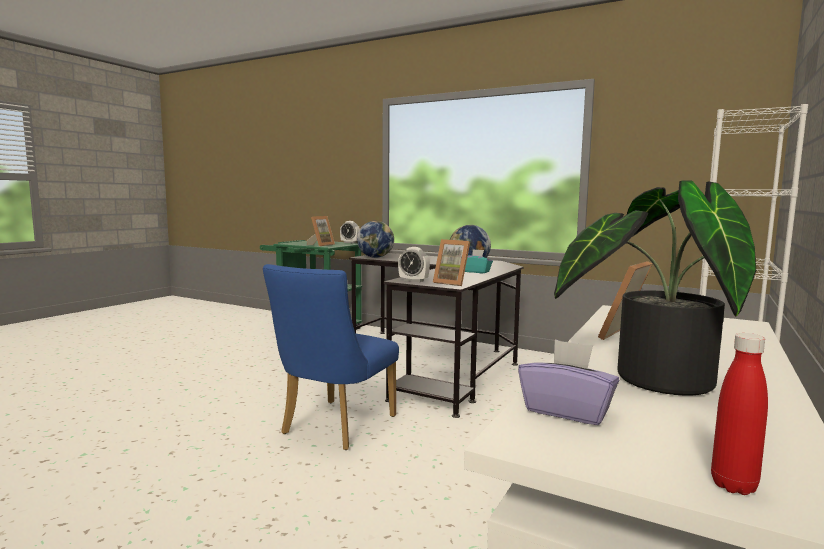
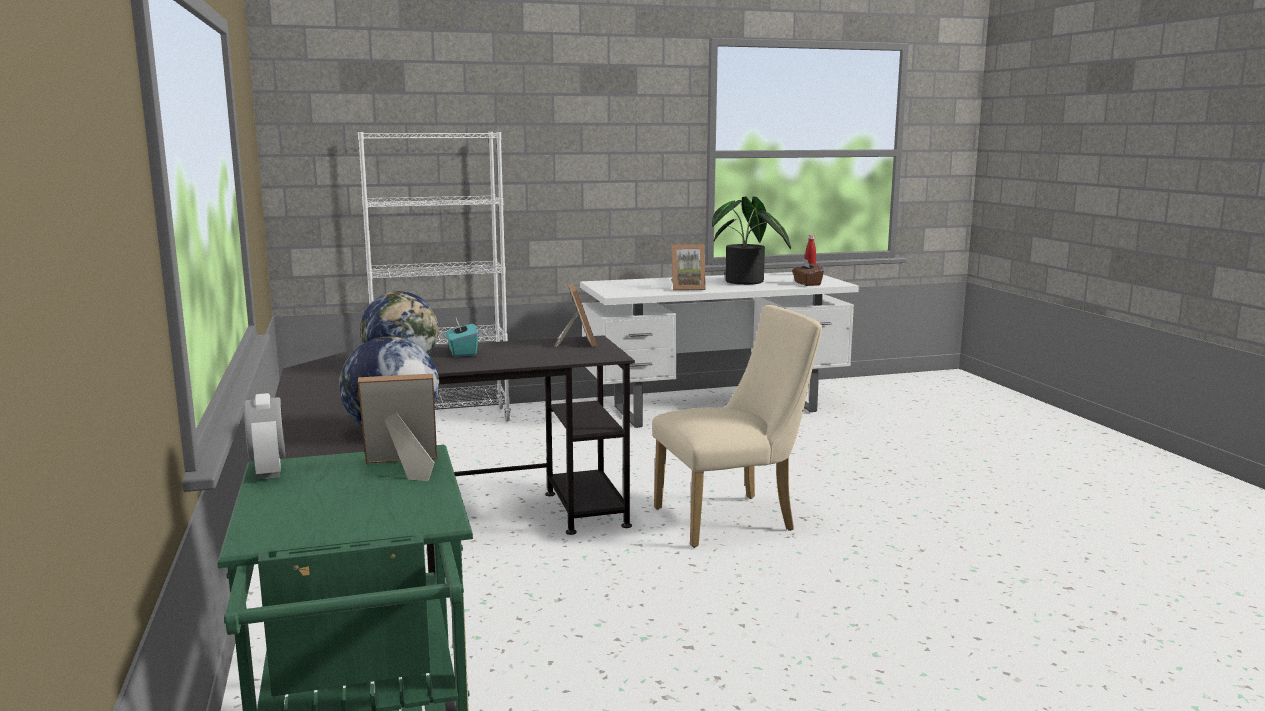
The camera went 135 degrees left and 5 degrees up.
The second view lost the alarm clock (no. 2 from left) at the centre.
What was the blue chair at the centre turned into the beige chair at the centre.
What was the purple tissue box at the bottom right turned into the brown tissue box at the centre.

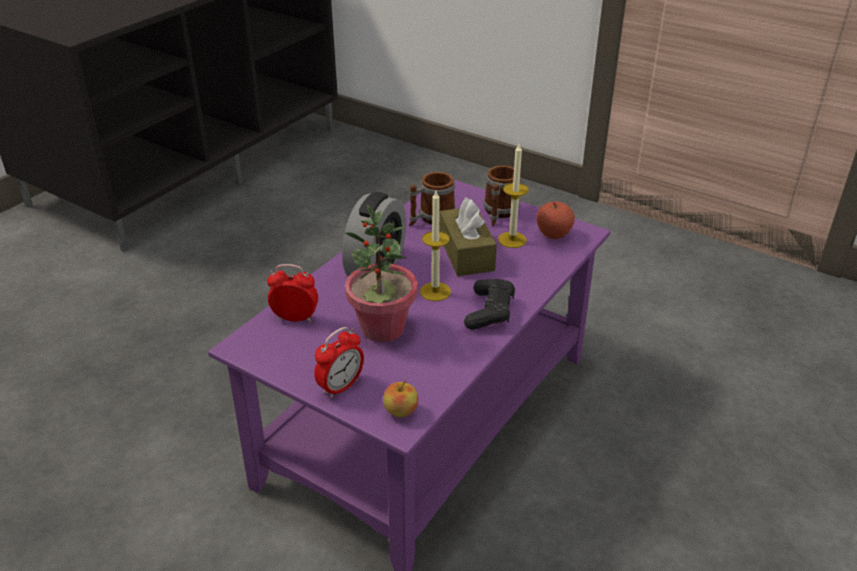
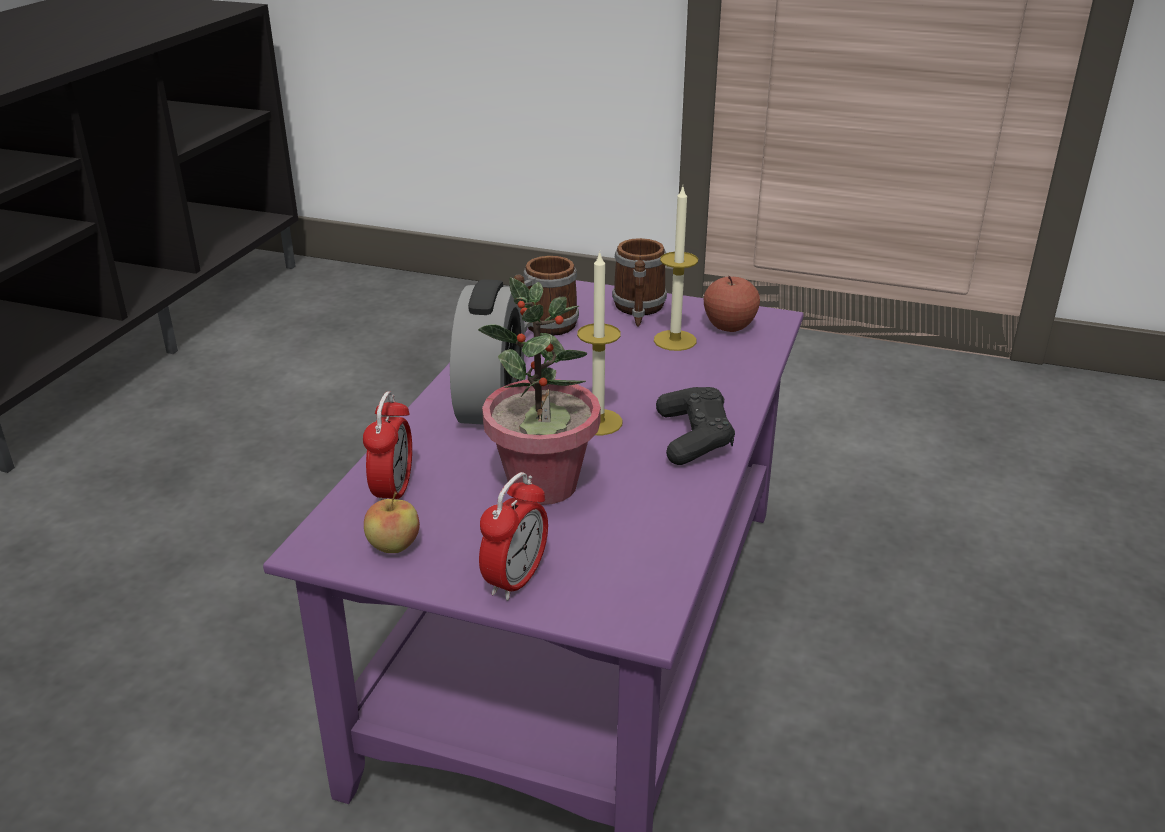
The camera went 15 degrees left and 5 degrees down.
The second view lost the brown tissue box at the centre.
The alarm clock (no. 1 from left) at the centre ended up facing another way, 105 degrees clockwise from before.
The apple (no. 1 from left) ended up elsewhere, having gone from the bottom centre to the centre.

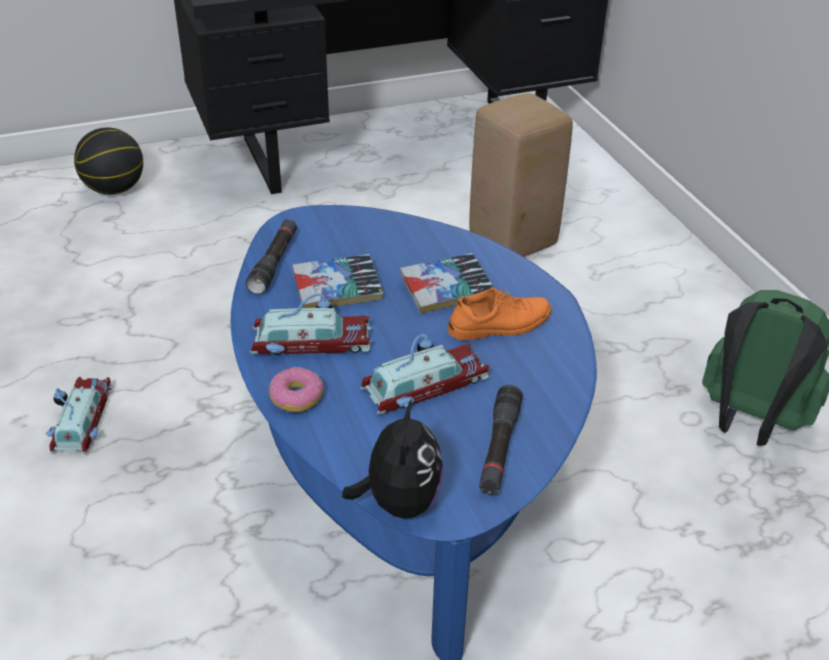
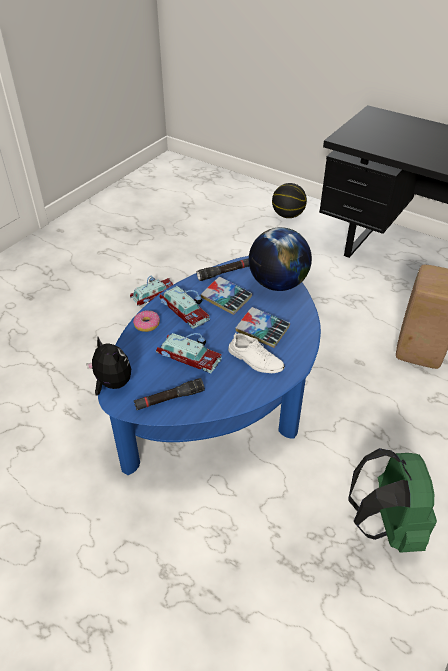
The camera went 55 degrees right and 5 degrees up.
What was the orange shoe at the centre turned into the white shoe at the centre.
The plush toy at the bottom centre ended up facing another way, 105 degrees counterclockwise from before.
The second view gained the globe at the centre.

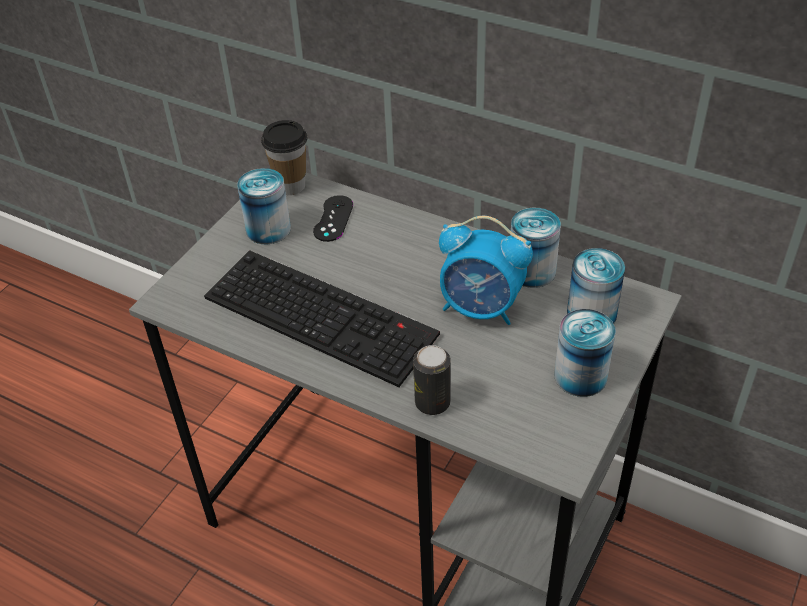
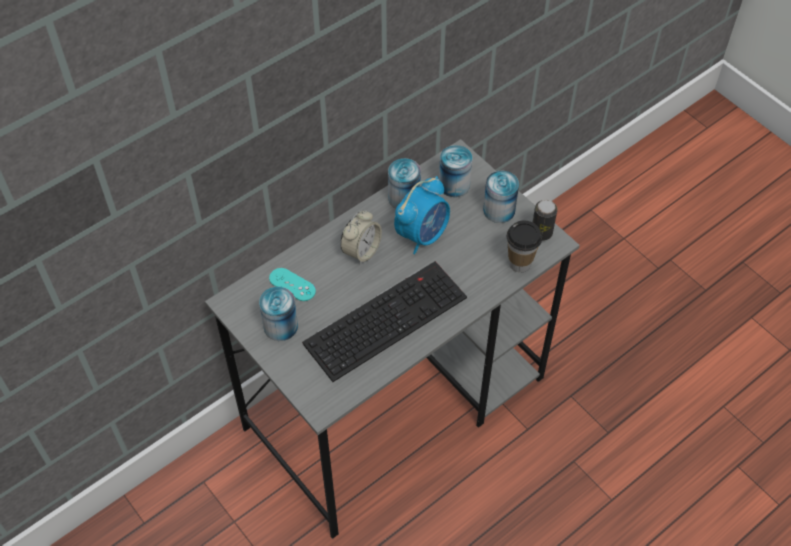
The camera went 70 degrees left and 10 degrees up.
The cup ended up elsewhere, having gone from the top centre to the centre.
What was the black game controller at the centre turned into the turquoise game controller at the centre.
The can (no. 2 from left in the first image) ended up elsewhere, having gone from the centre to the middle right.
The second view gained the alarm clock (no. 1 from left) at the centre.

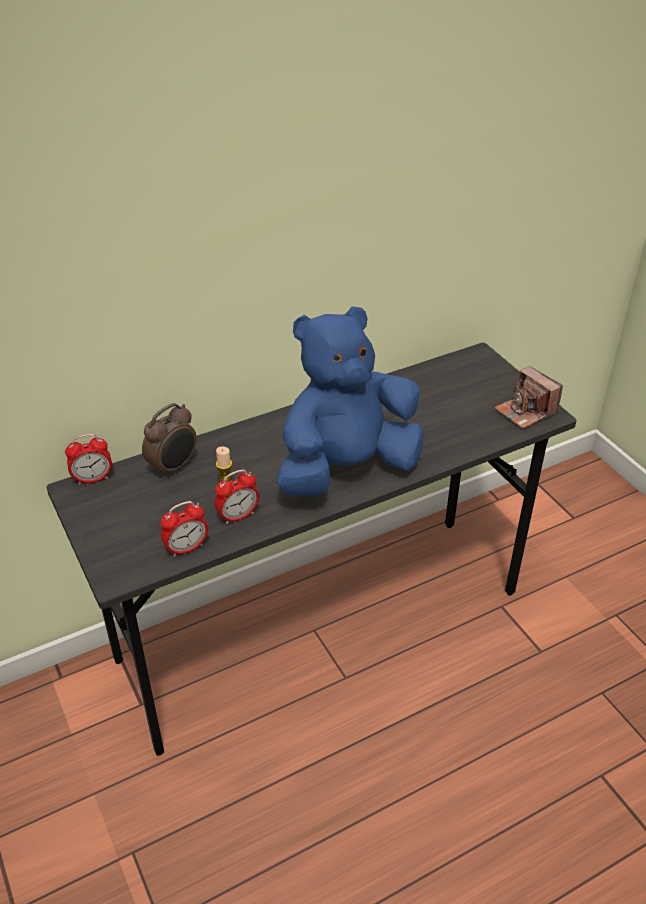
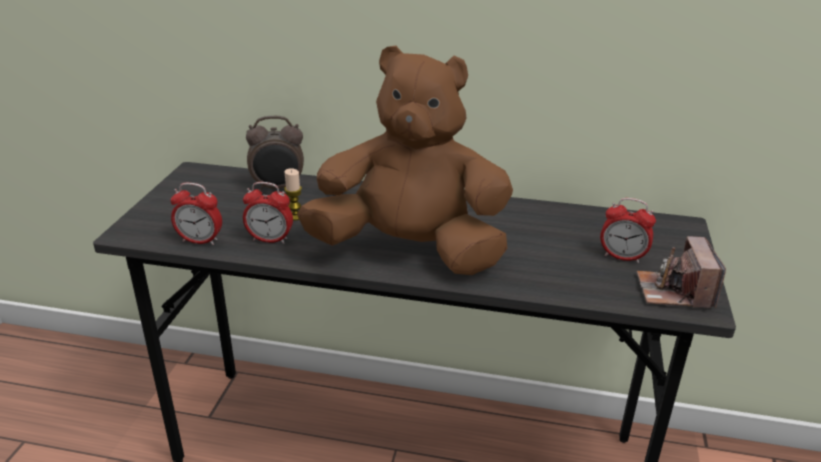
The camera went 40 degrees right and 10 degrees down.
What was the blue plush toy at the centre turned into the brown plush toy at the centre.
The alarm clock (no. 1 from left in the first image) ended up elsewhere, having gone from the middle left to the middle right.

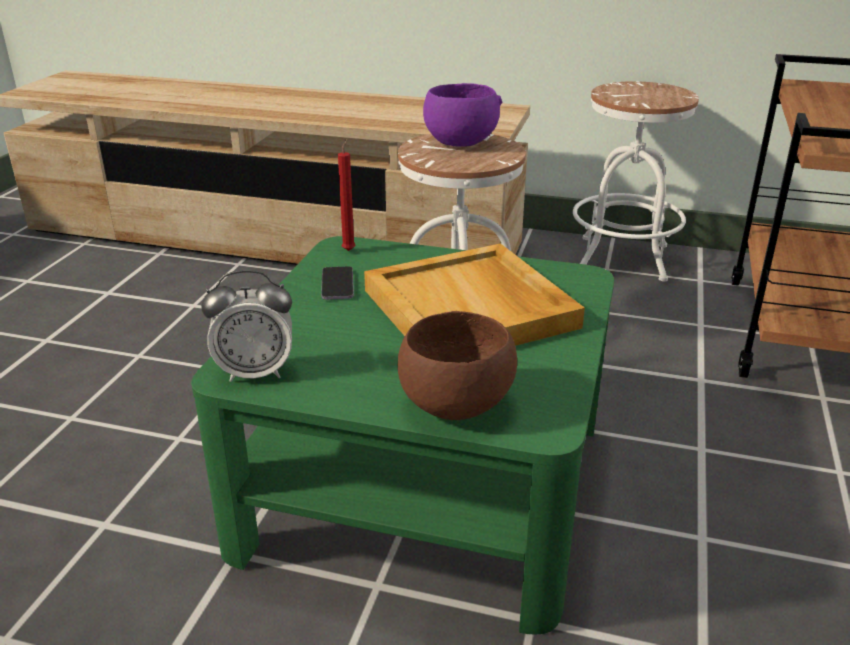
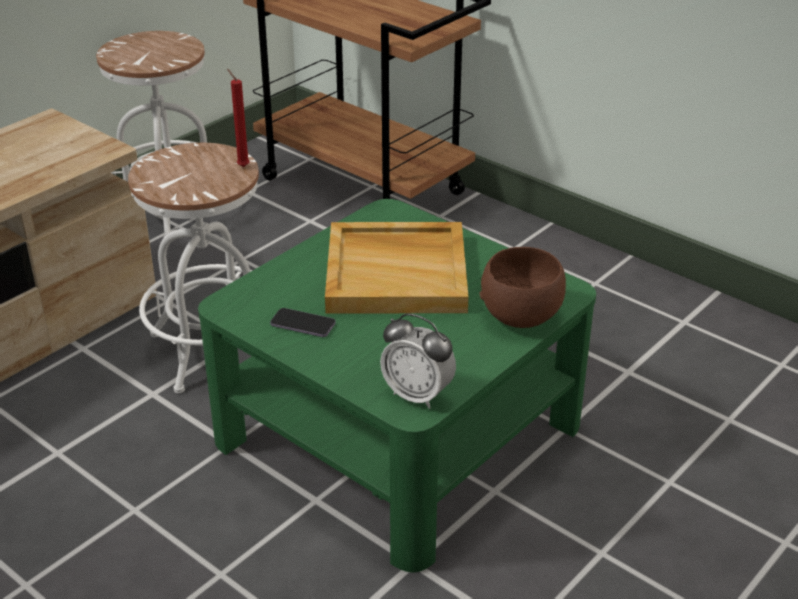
The camera went 65 degrees left and 5 degrees up.
The second view lost the purple bowl at the top centre.
The red candle ended up elsewhere, having gone from the top centre to the top left.
The alarm clock at the middle left ended up facing another way, 105 degrees clockwise from before.

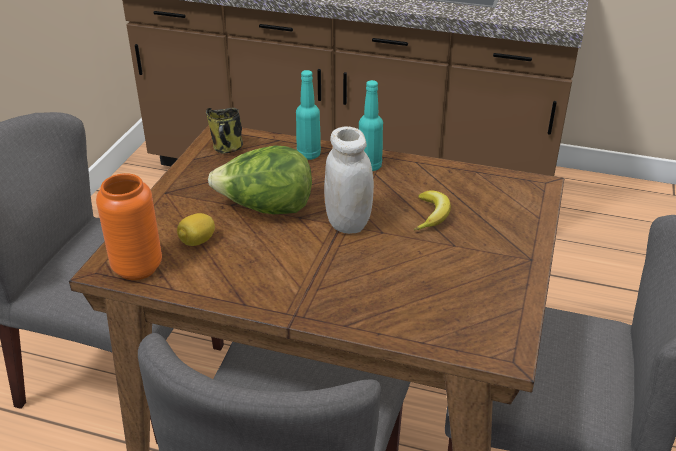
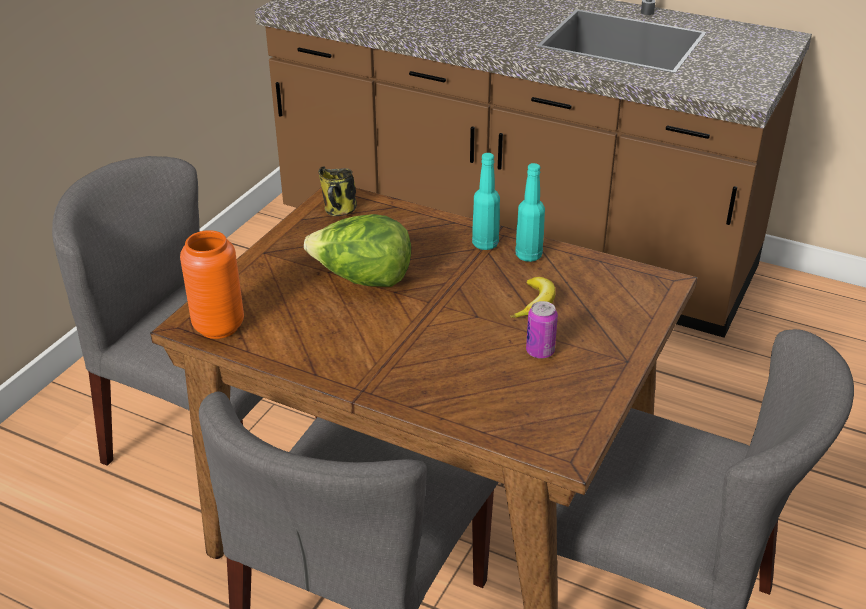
The camera went 10 degrees right and 0 degrees up.
The turquoise bottle (no. 1 from left in the first image) ended up elsewhere, having gone from the top centre to the centre.
The second view lost the white jar at the centre.
The second view lost the lemon at the middle left.
The second view gained the can at the centre.

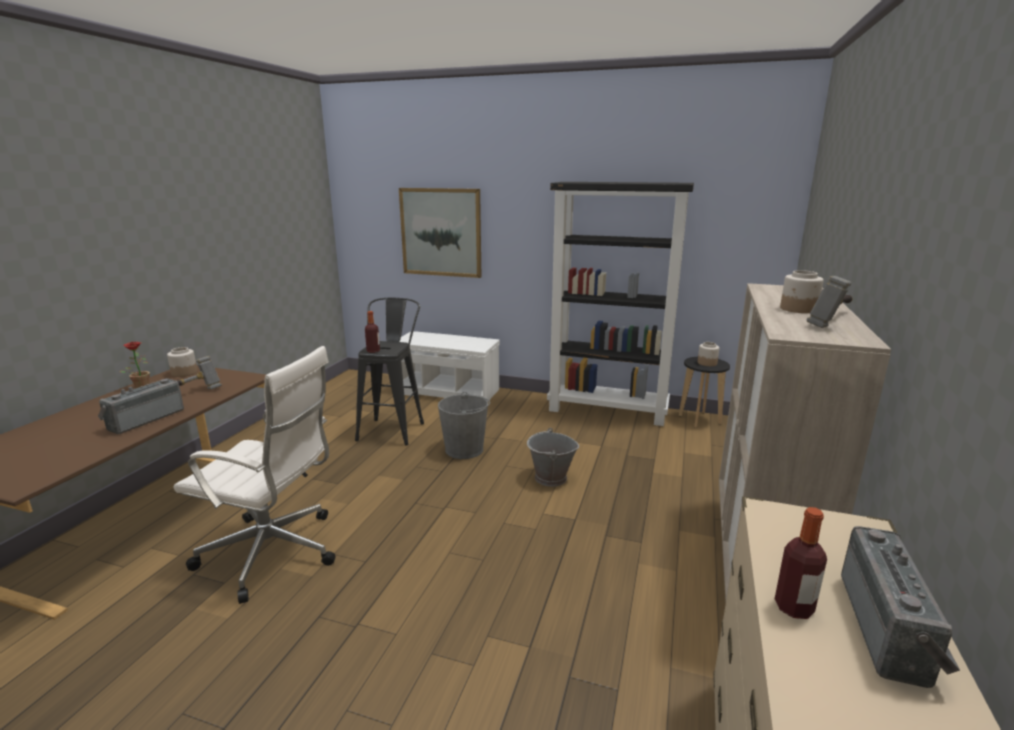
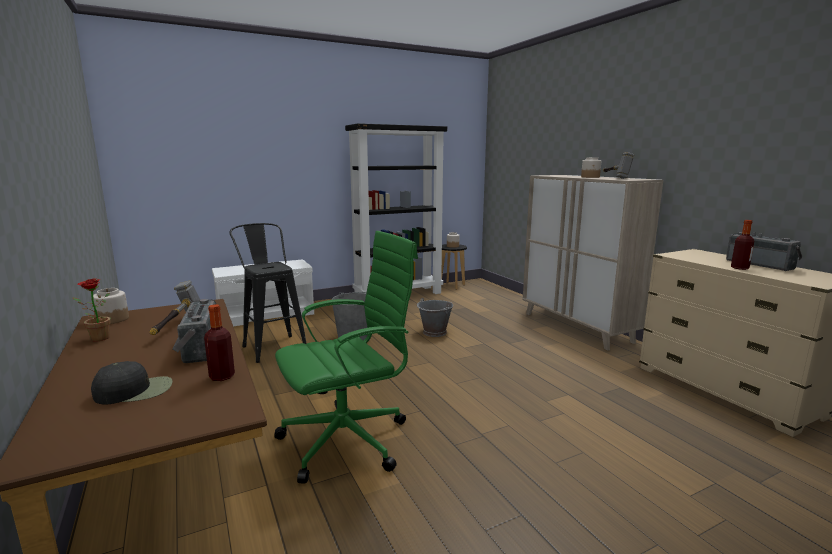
The camera went 45 degrees left and 5 degrees down.
The second view lost the picture at the top centre.
The bottle (no. 1 from left) ended up elsewhere, having gone from the centre to the middle left.
What was the white office chair at the middle left turned into the green office chair at the centre.
The second view gained the black cap at the bottom left.

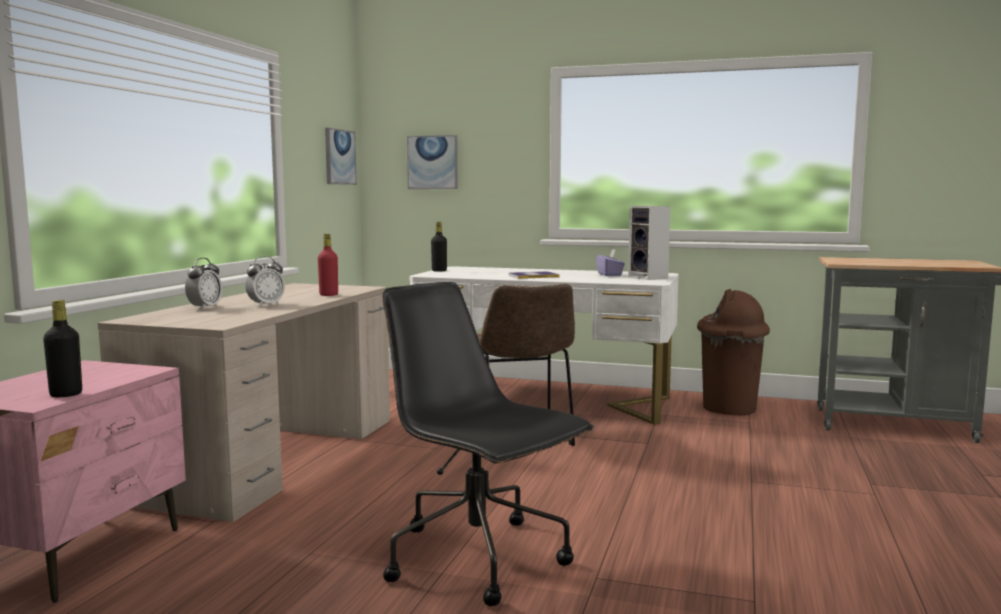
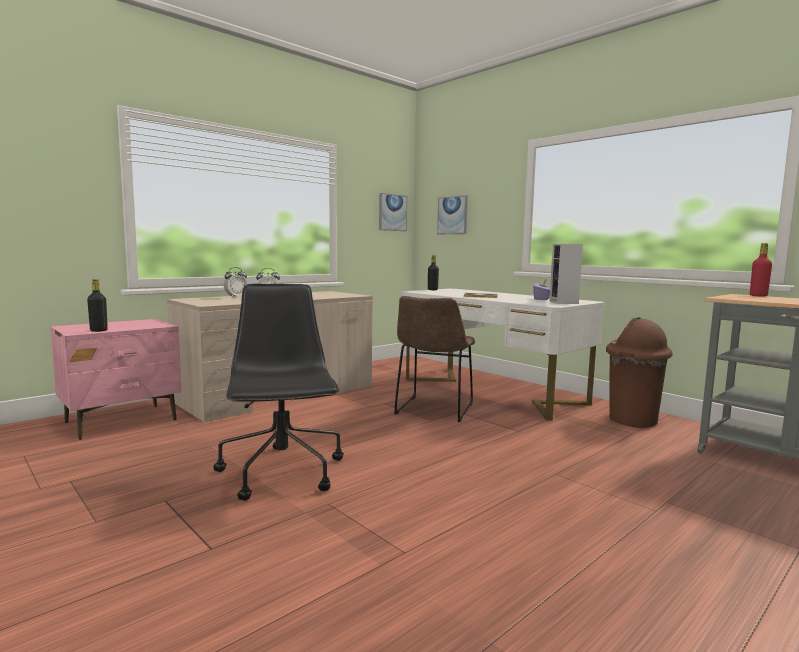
The camera went 30 degrees right and 0 degrees up.
The red bottle ended up elsewhere, having gone from the middle left to the middle right.

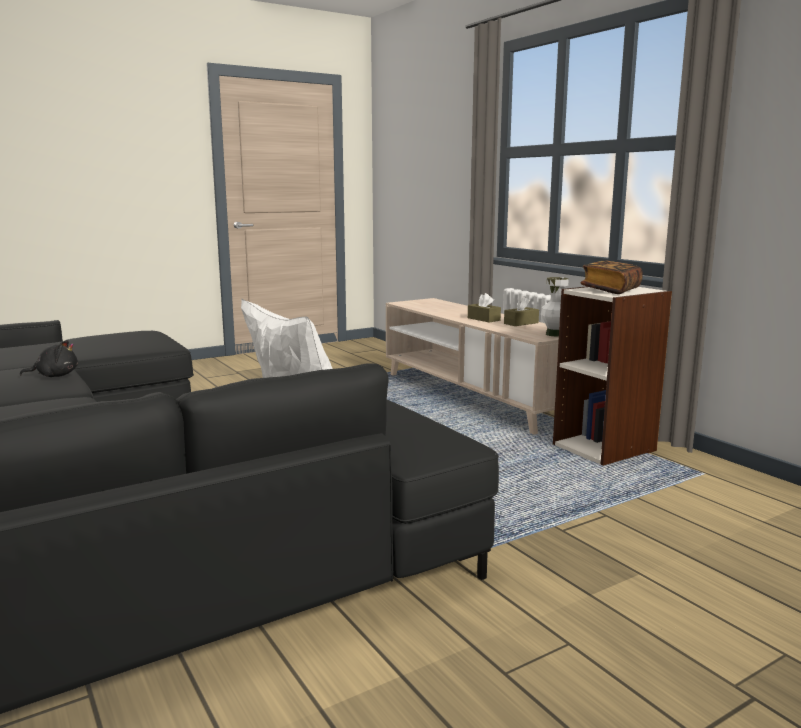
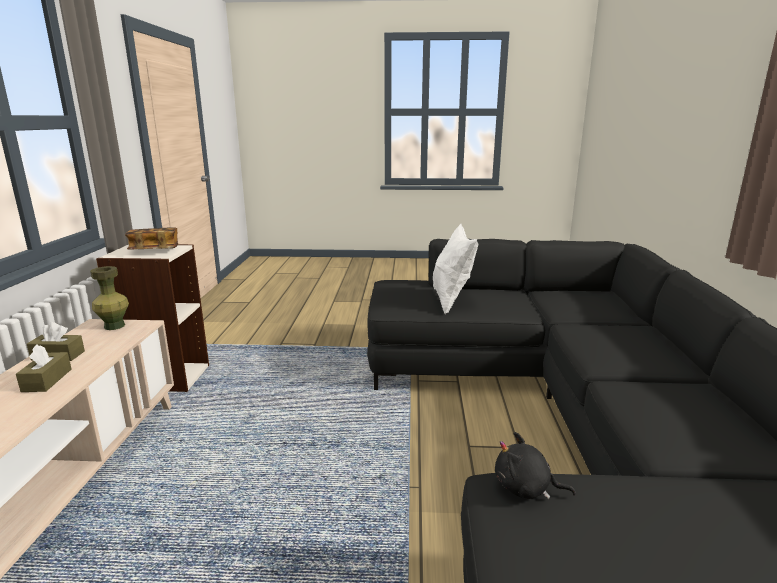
The camera went 145 degrees left and 5 degrees up.
What was the white vase at the middle right turned into the green vase at the middle left.
The black plush toy ended up elsewhere, having gone from the middle left to the bottom right.

